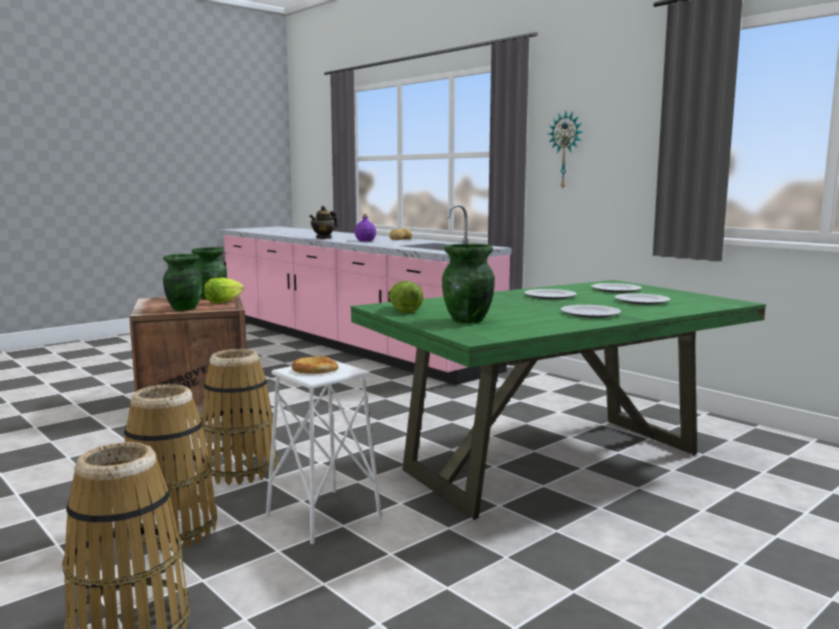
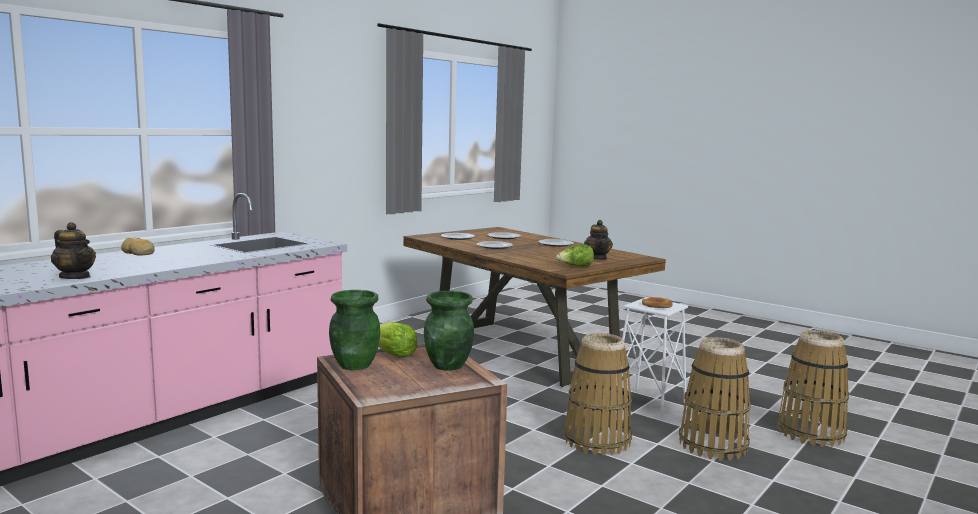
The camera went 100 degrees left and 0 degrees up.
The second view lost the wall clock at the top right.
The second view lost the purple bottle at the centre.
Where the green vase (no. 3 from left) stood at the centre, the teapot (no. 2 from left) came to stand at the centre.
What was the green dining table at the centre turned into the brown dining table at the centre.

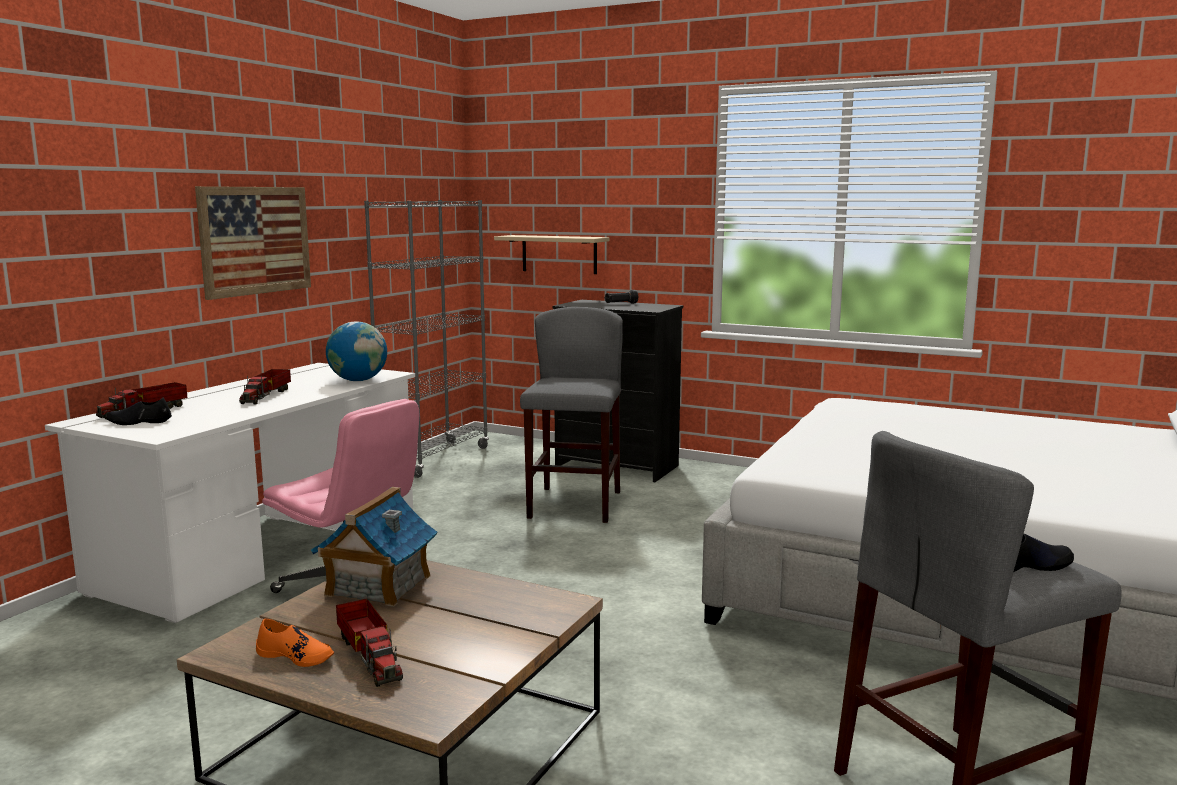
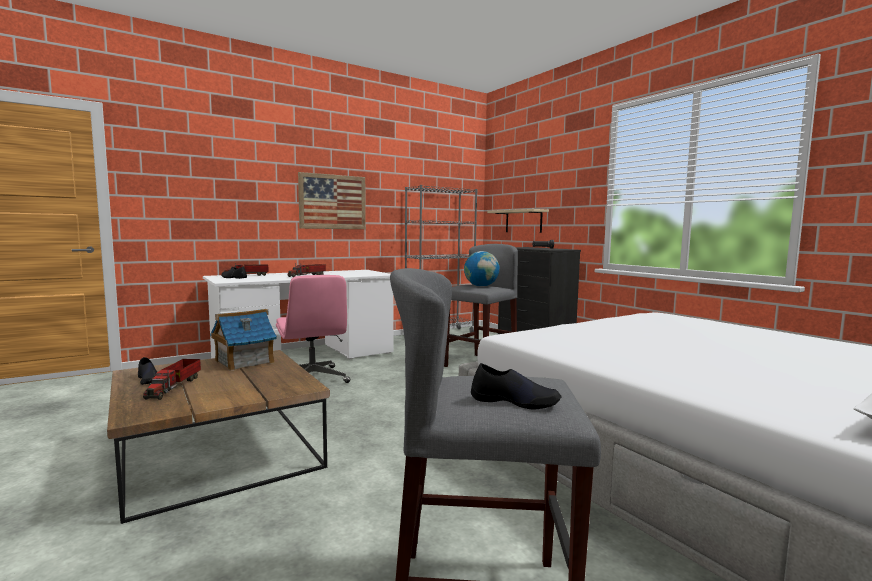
The camera went 30 degrees right and 5 degrees down.
The globe ended up elsewhere, having gone from the middle left to the centre.
What was the orange shoe at the bottom left turned into the black shoe (no. 1 from left) at the middle left.

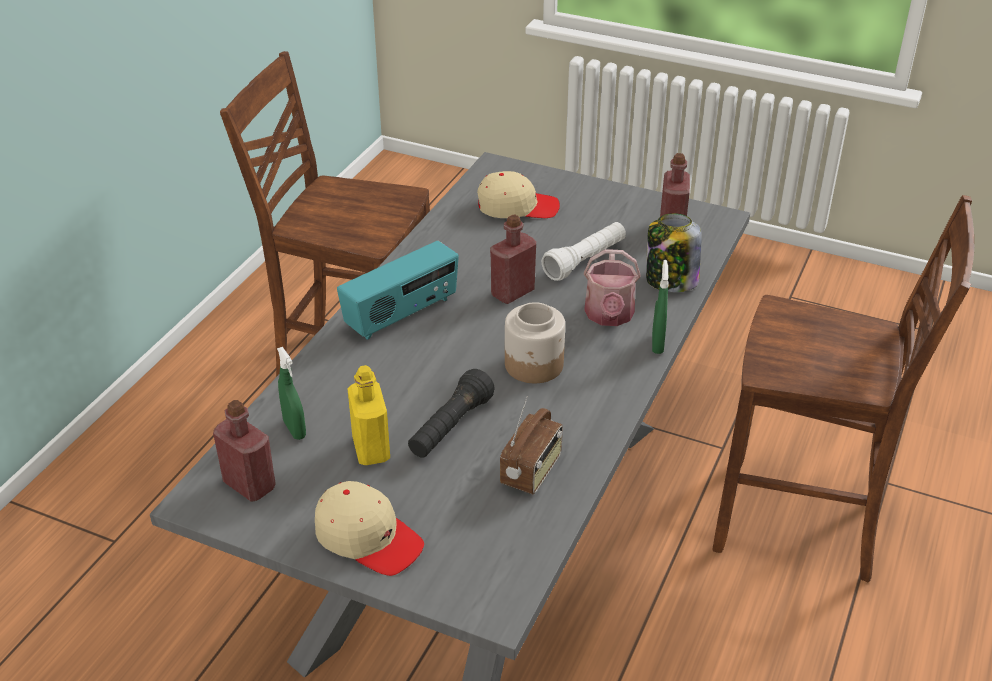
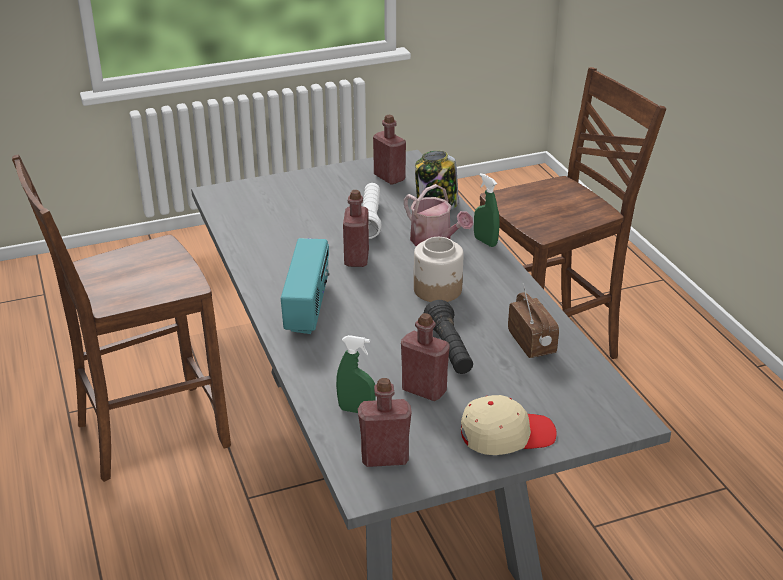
The camera went 45 degrees left and 5 degrees down.
The second view lost the beige cap (no. 2 from left) at the top centre.
What was the yellow bottle at the centre turned into the red bottle (no. 4 from left) at the centre.

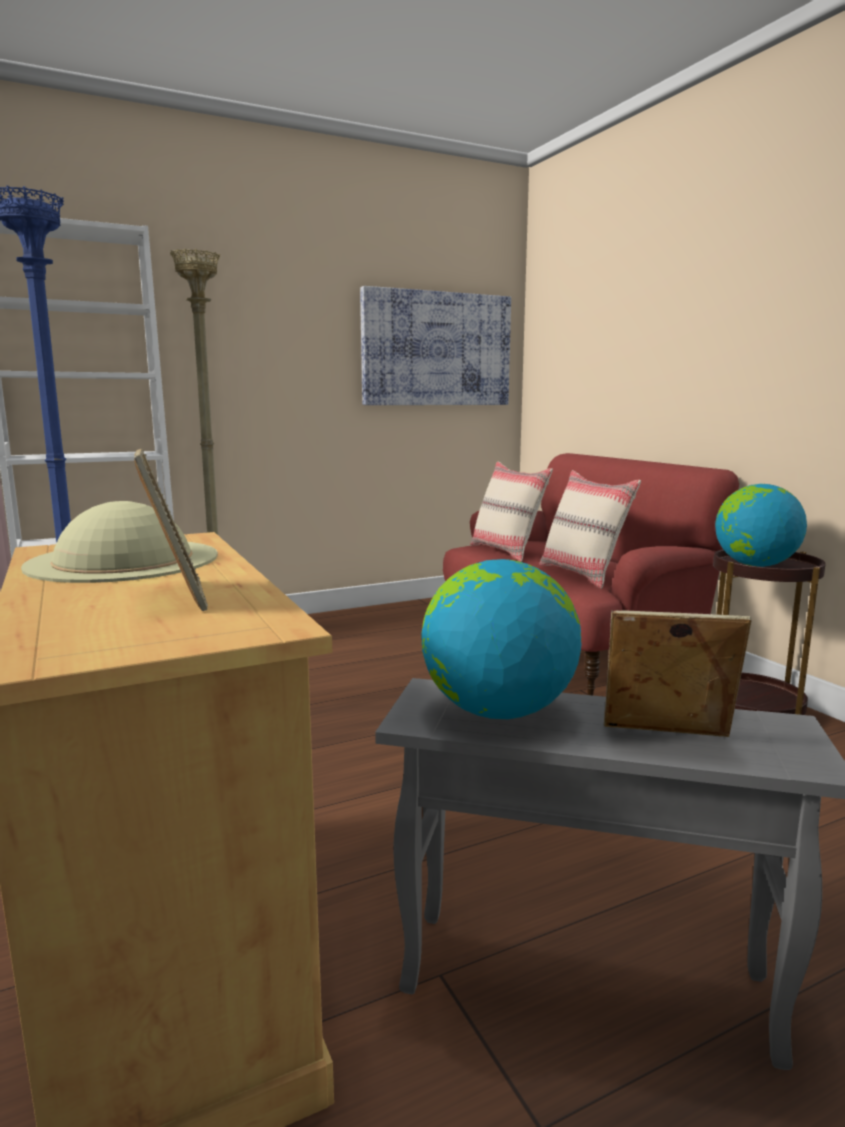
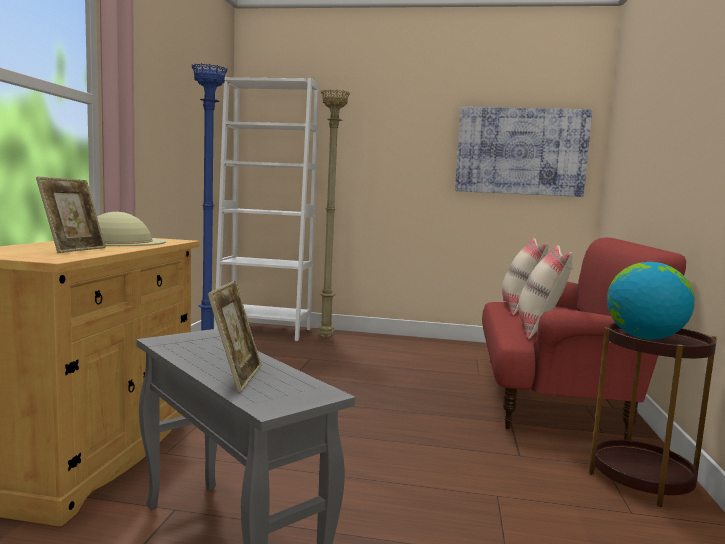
The camera went 35 degrees right and 5 degrees down.
The second view lost the globe (no. 1 from left) at the centre.
The picture frame (no. 2 from left) at the middle right ended up facing another way, 45 degrees clockwise from before.

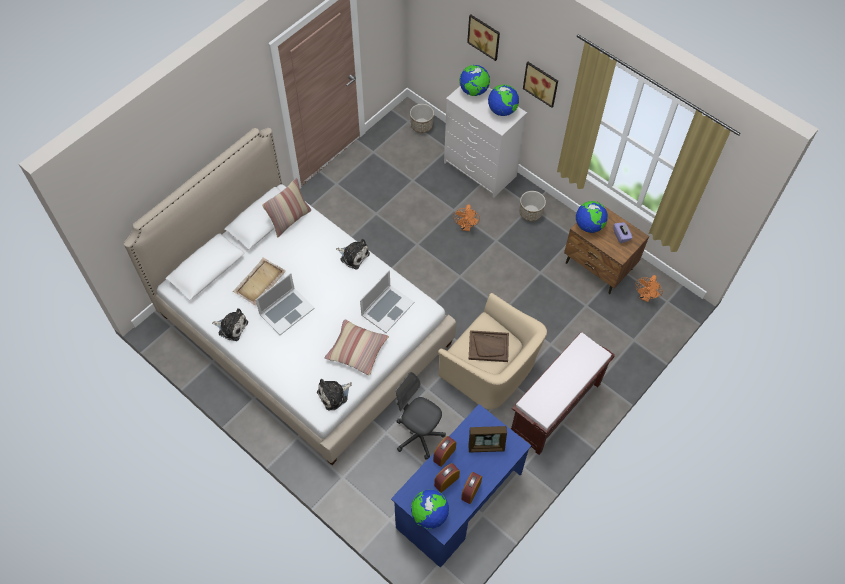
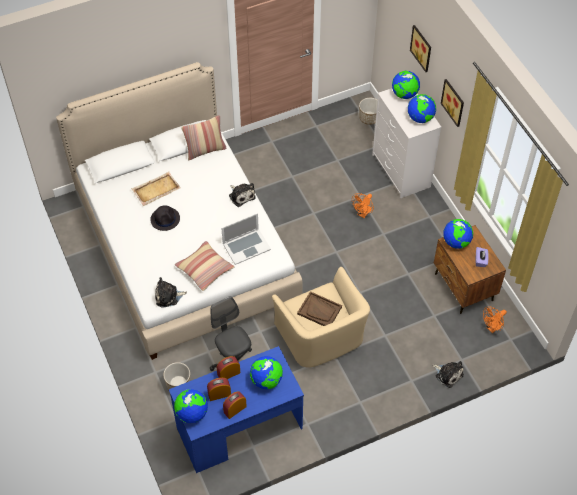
The camera went 25 degrees right and 5 degrees down.
The planter (no. 2 from left in the first image) ended up elsewhere, having gone from the centre to the bottom left.
Where the laptop (no. 1 from left) stood at the centre, the black hat came to stand at the middle left.
The plush toy (no. 1 from left in the first image) ended up elsewhere, having gone from the middle left to the bottom right.
The second view lost the brown bench at the bottom centre.
Where the picture frame stood at the bottom centre, the globe (no. 2 from left) came to stand at the bottom centre.

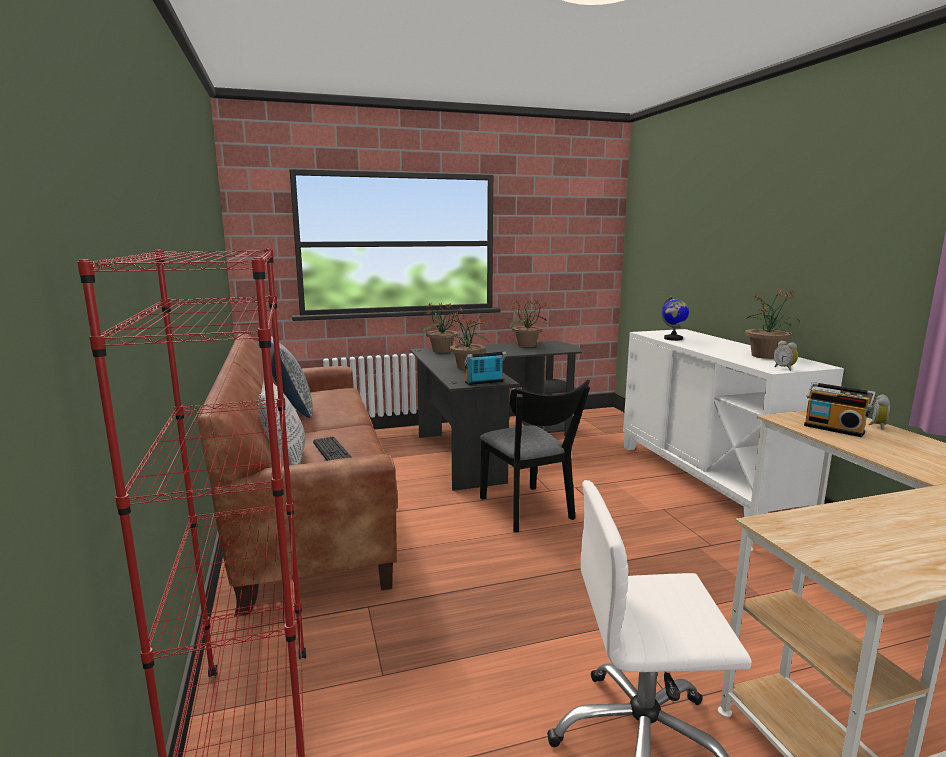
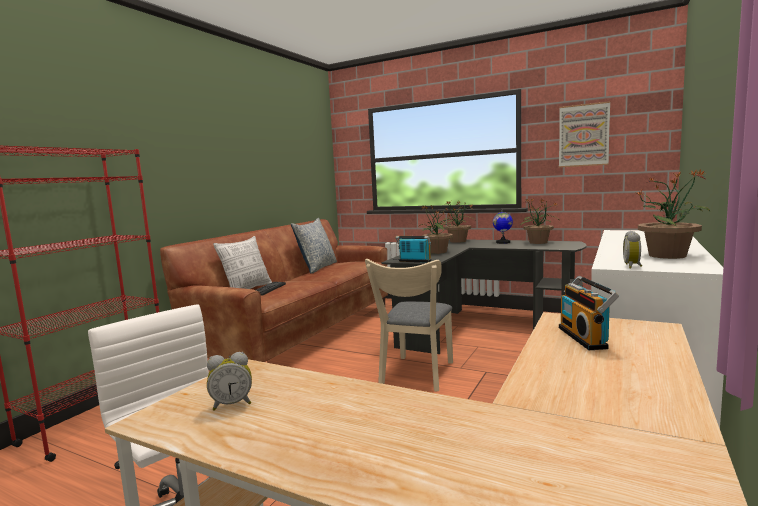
The camera went 45 degrees right and 5 degrees down.
The globe ended up elsewhere, having gone from the middle right to the centre.
What was the black chair at the centre turned into the beige chair at the centre.
The alarm clock (no. 2 from left in the first image) ended up elsewhere, having gone from the middle right to the bottom left.
The second view gained the picture at the top right.

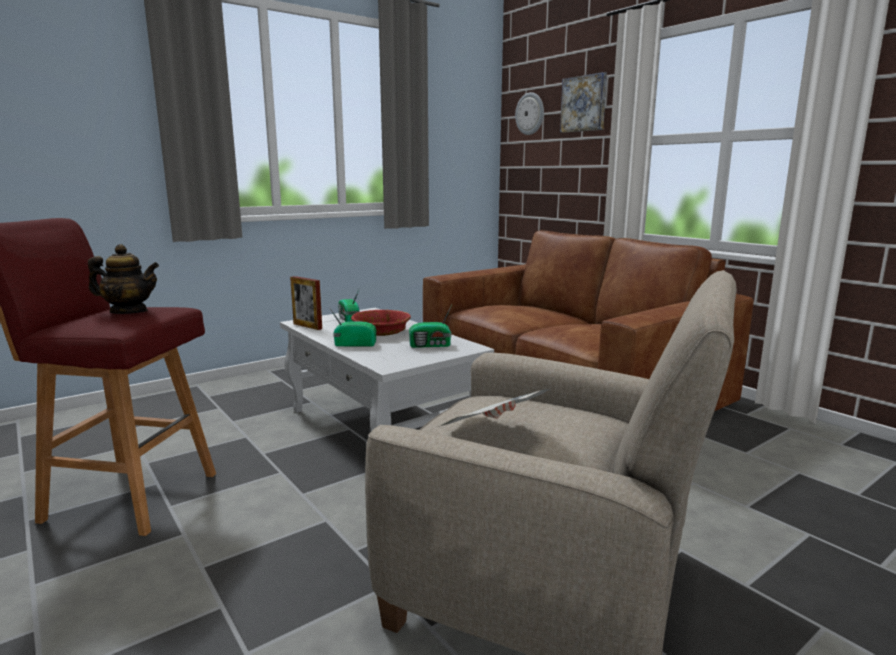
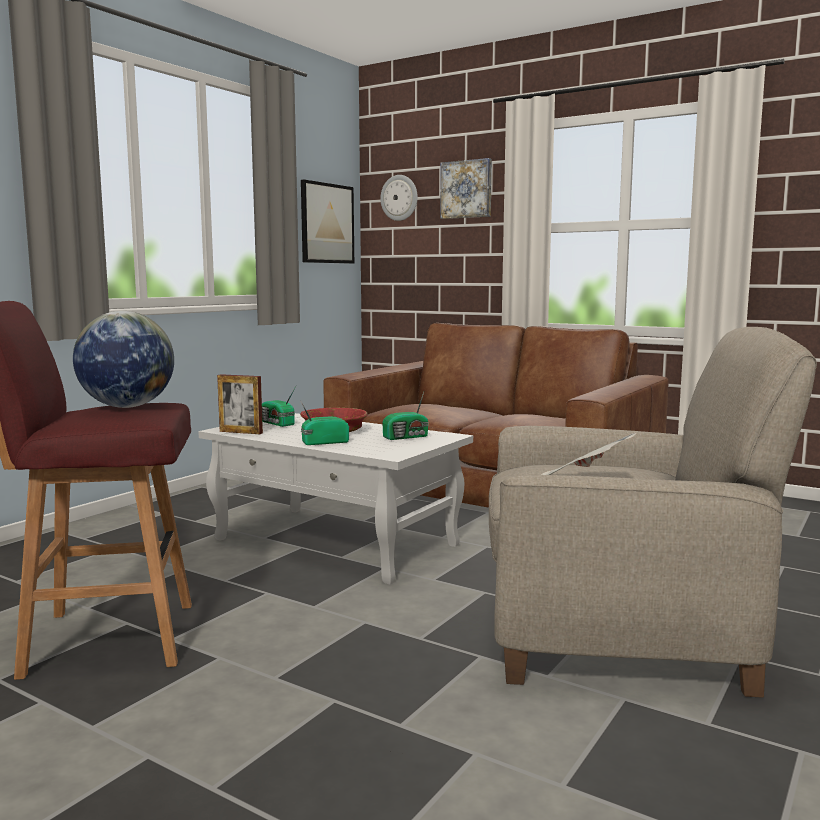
The camera went 20 degrees left and 5 degrees down.
Where the teapot stood at the middle left, the globe came to stand at the middle left.
The second view gained the picture (no. 1 from left) at the top centre.

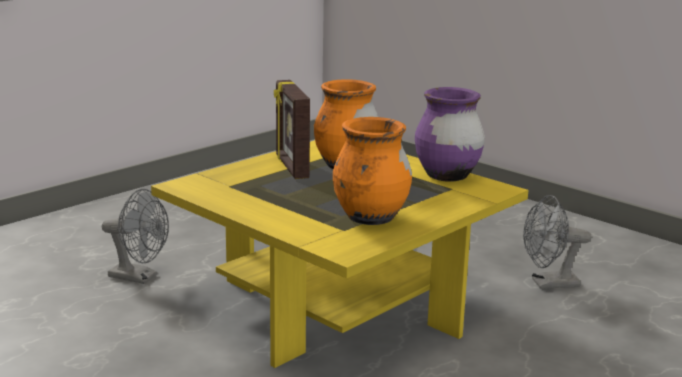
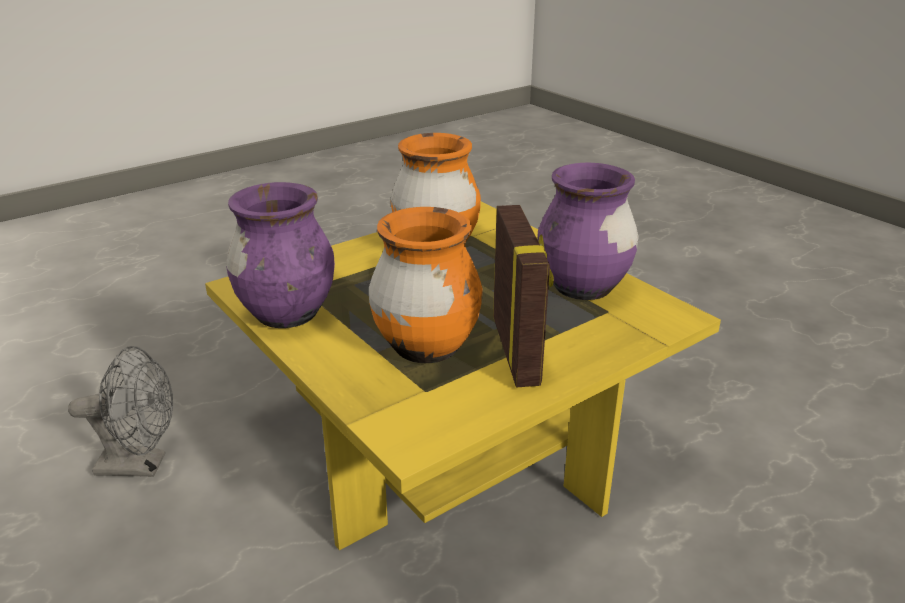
The camera went 170 degrees left and 10 degrees up.
The second view lost the grey fan (no. 1 from left) at the middle left.
The second view gained the purple vase (no. 2 from left) at the centre.

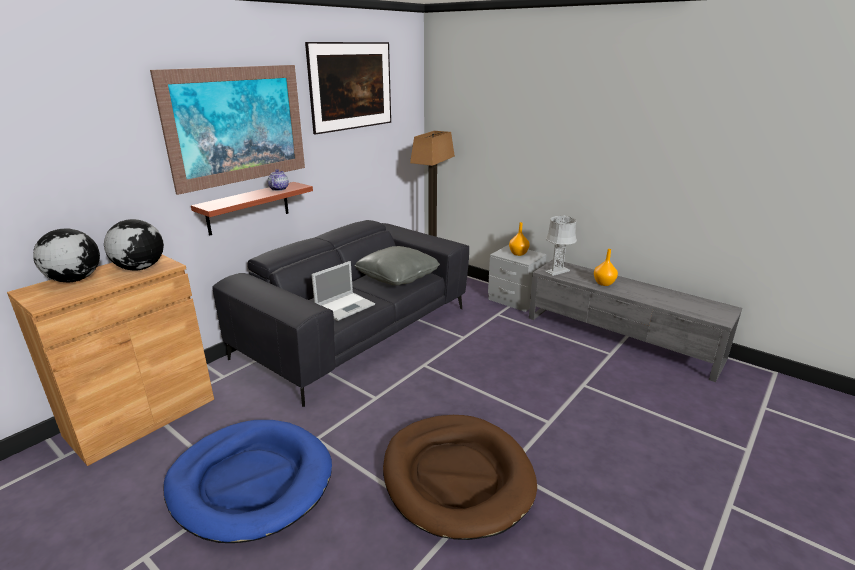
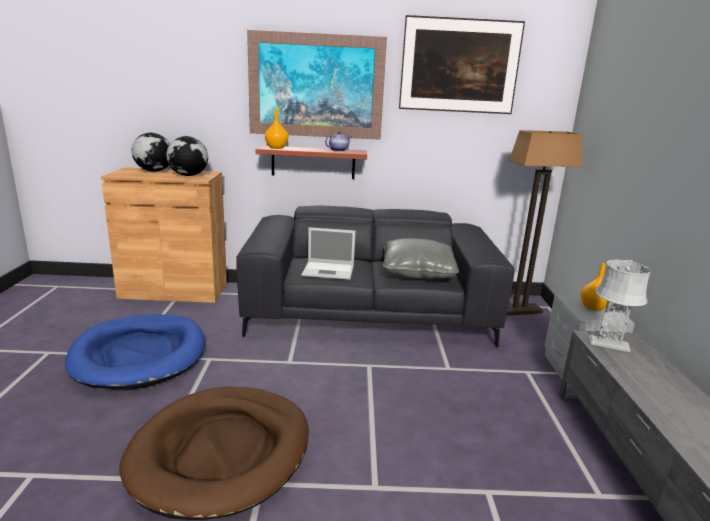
The camera went 50 degrees right and 5 degrees down.
The orange vase (no. 2 from left in the first image) ended up elsewhere, having gone from the middle right to the top centre.

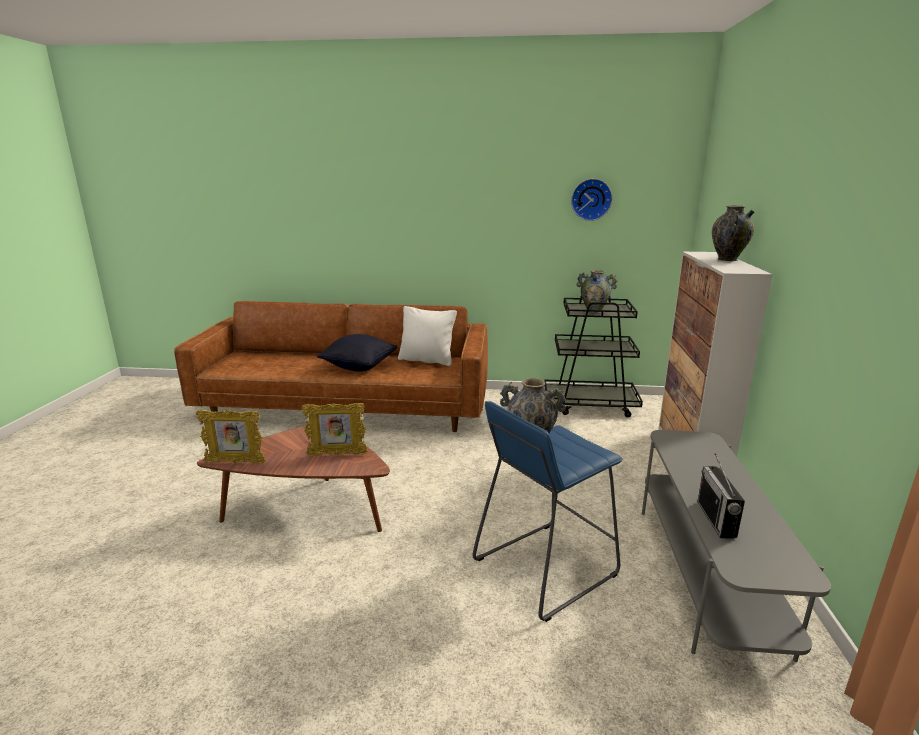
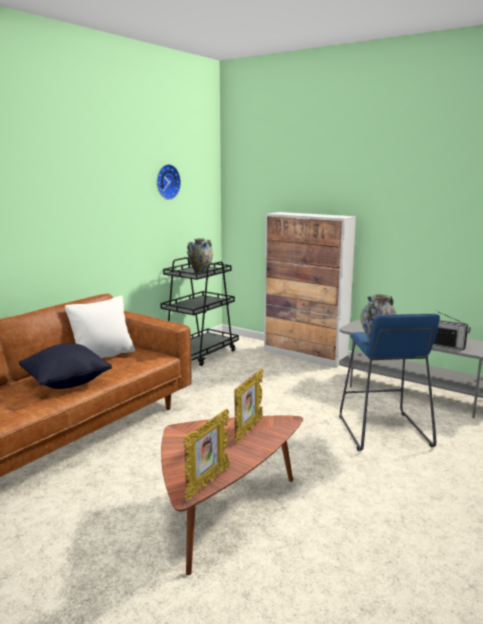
The camera went 60 degrees left and 5 degrees down.
The second view lost the vase (no. 3 from left) at the top right.

